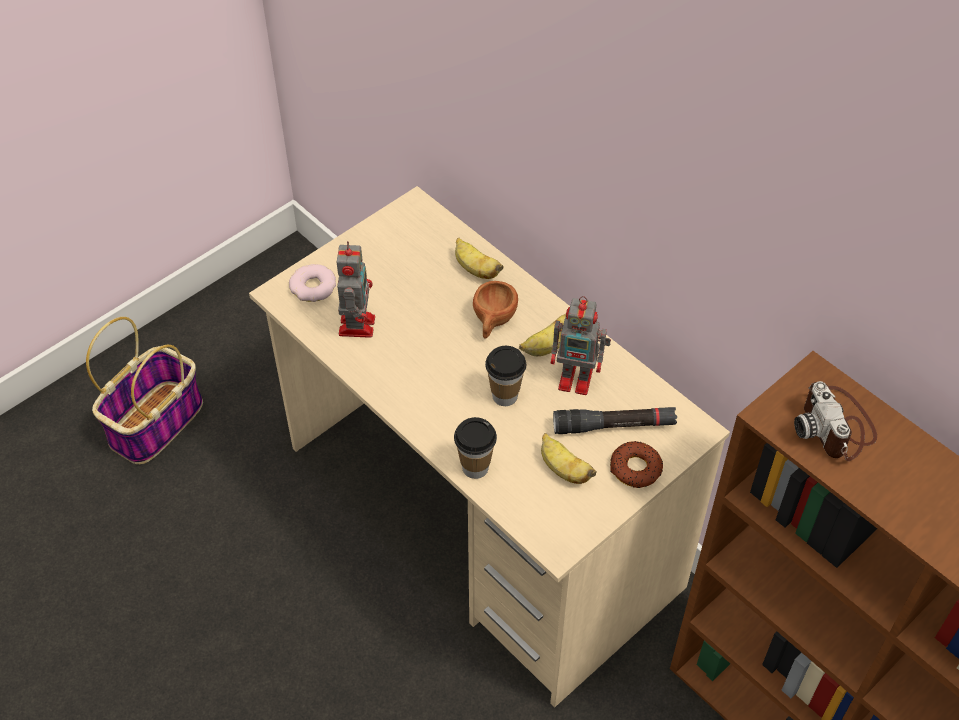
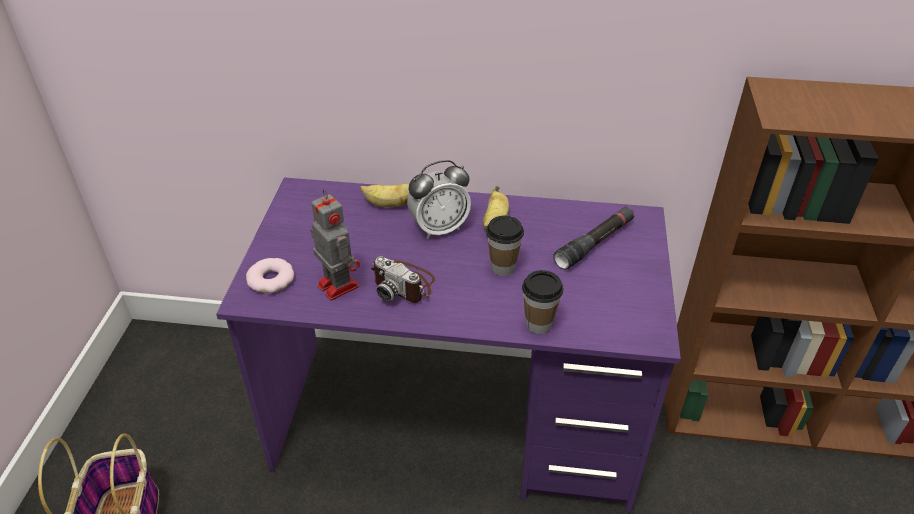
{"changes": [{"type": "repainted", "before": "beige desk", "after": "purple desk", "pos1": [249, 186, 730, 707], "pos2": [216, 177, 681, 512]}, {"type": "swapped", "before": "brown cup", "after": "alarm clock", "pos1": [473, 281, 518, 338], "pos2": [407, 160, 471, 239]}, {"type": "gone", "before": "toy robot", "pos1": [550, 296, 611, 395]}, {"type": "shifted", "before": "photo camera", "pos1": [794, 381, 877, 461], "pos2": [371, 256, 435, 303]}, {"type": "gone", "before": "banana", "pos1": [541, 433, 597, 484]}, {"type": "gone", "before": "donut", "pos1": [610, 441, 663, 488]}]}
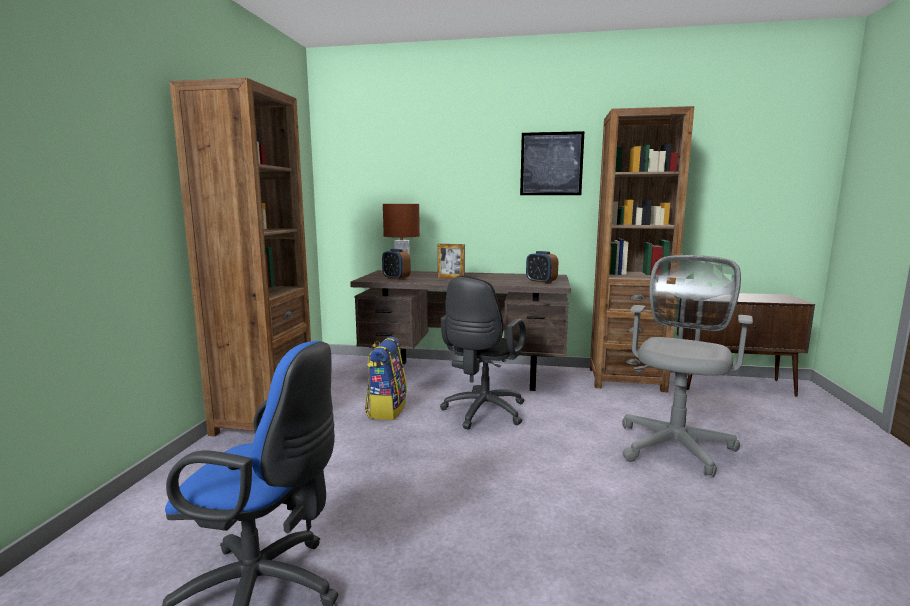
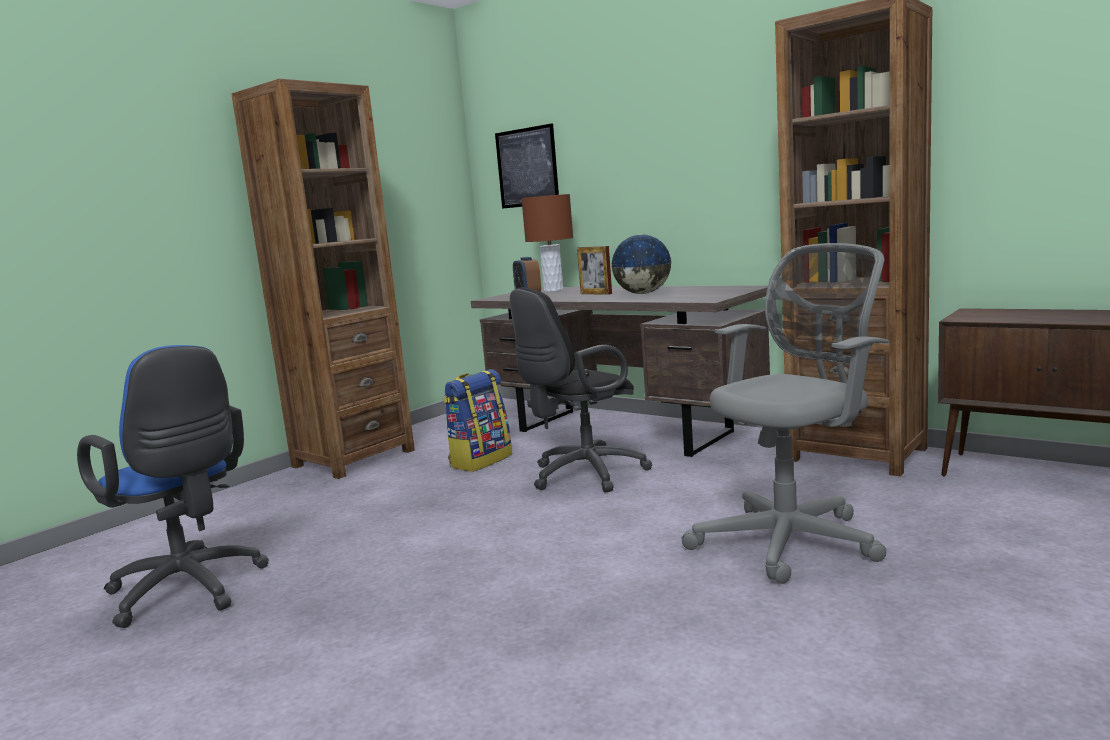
{"changes": [{"type": "shifted", "before": "picture", "pos1": [520, 131, 585, 195], "pos2": [495, 123, 559, 209]}, {"type": "gone", "before": "alarm clock", "pos1": [526, 251, 558, 284]}, {"type": "new", "after": "globe", "pos2": [611, 234, 672, 294]}]}
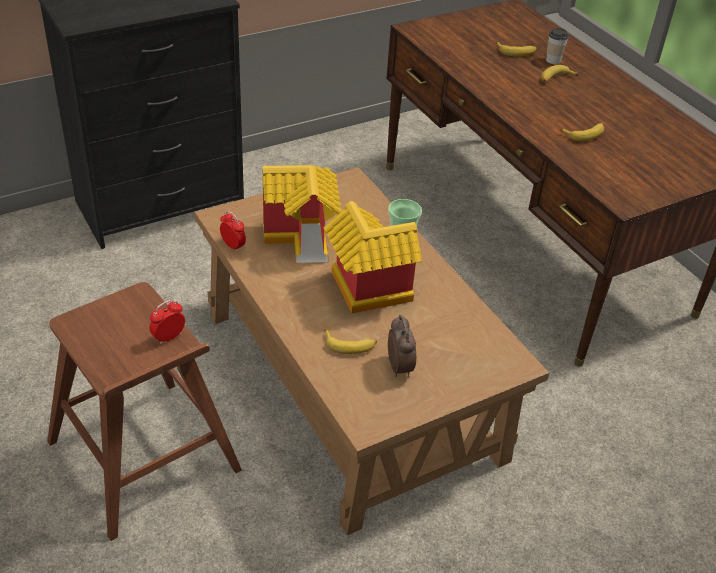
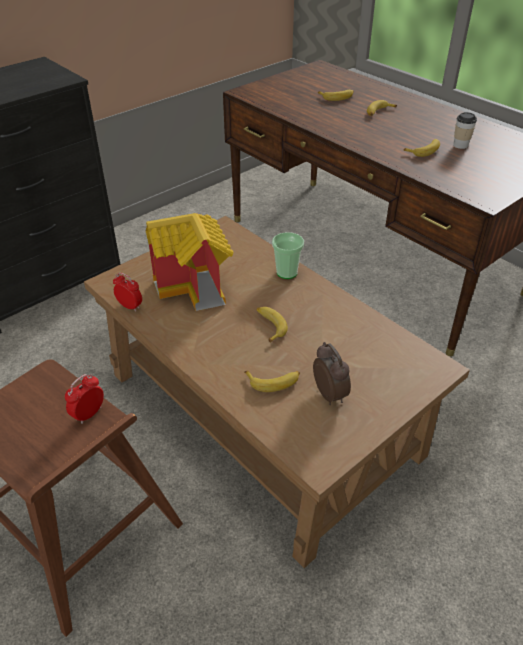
{"changes": [{"type": "shifted", "before": "cup", "pos1": [546, 28, 569, 64], "pos2": [453, 112, 477, 149]}, {"type": "swapped", "before": "toy house", "after": "banana", "pos1": [324, 201, 422, 314], "pos2": [257, 307, 288, 343]}]}
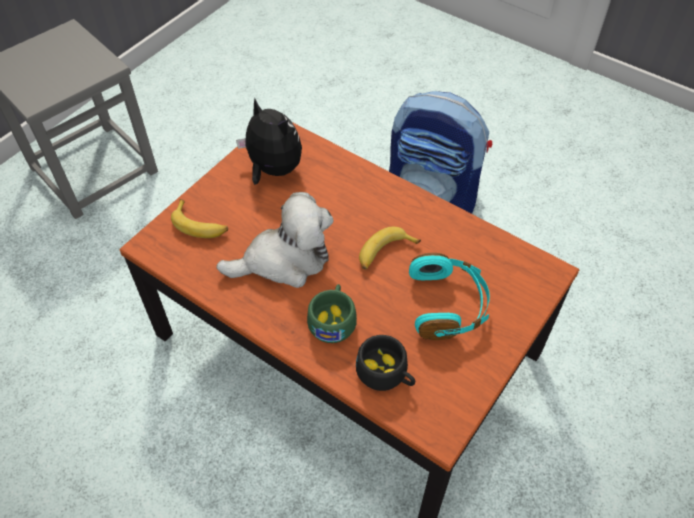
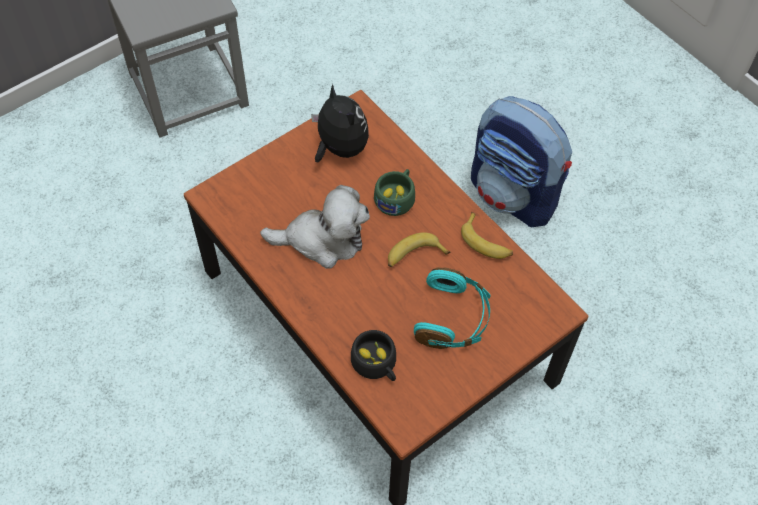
{"changes": [{"type": "shifted", "before": "banana", "pos1": [171, 199, 228, 238], "pos2": [461, 212, 513, 259]}, {"type": "shifted", "before": "green cup", "pos1": [307, 284, 357, 343], "pos2": [374, 169, 415, 216]}]}
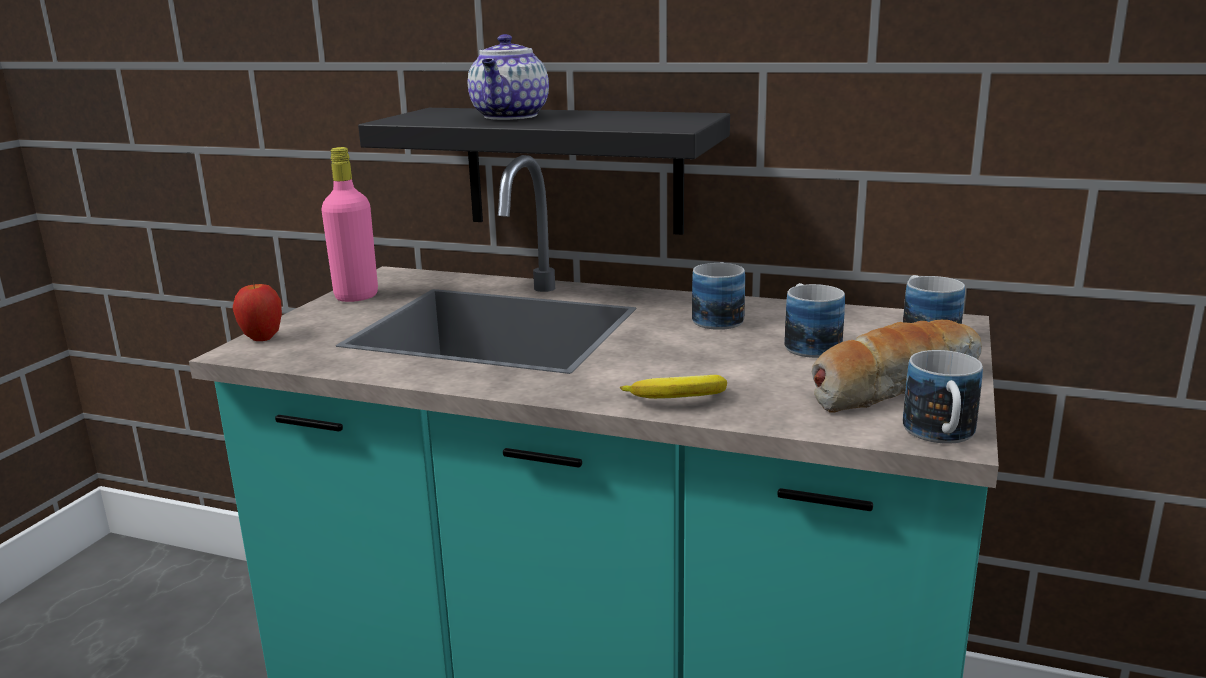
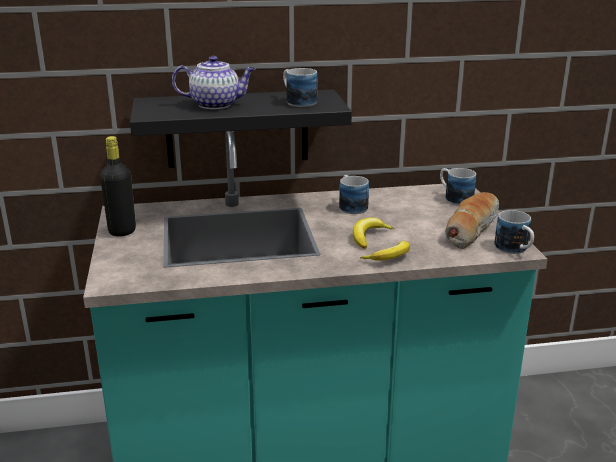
{"changes": [{"type": "rotated", "before": "teapot", "pos1": [468, 34, 549, 120], "pos2": [172, 56, 255, 109], "turn": -75}, {"type": "repainted", "before": "pink bottle", "after": "black bottle", "pos1": [321, 147, 378, 302], "pos2": [100, 136, 136, 237]}, {"type": "gone", "before": "apple", "pos1": [233, 283, 282, 341]}, {"type": "shifted", "before": "mug", "pos1": [784, 283, 845, 358], "pos2": [283, 68, 317, 107]}, {"type": "new", "after": "banana", "pos2": [353, 218, 394, 249]}]}
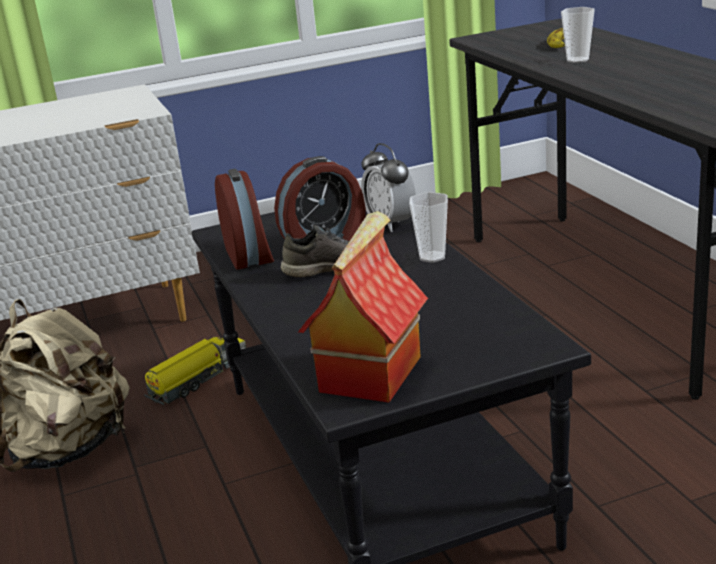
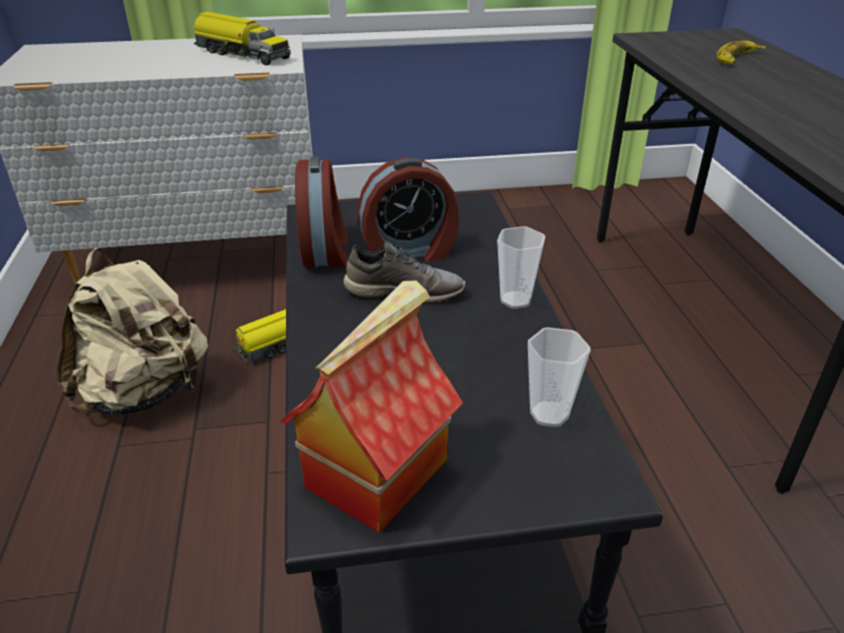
{"changes": [{"type": "shifted", "before": "cup", "pos1": [561, 7, 595, 63], "pos2": [528, 327, 591, 427]}, {"type": "gone", "before": "alarm clock", "pos1": [361, 143, 416, 232]}, {"type": "new", "after": "toy truck", "pos2": [194, 12, 291, 65]}]}
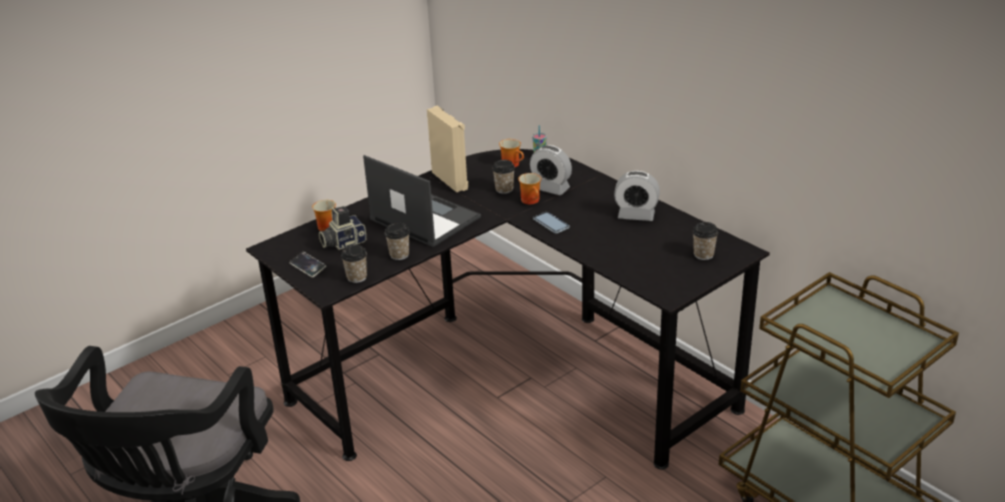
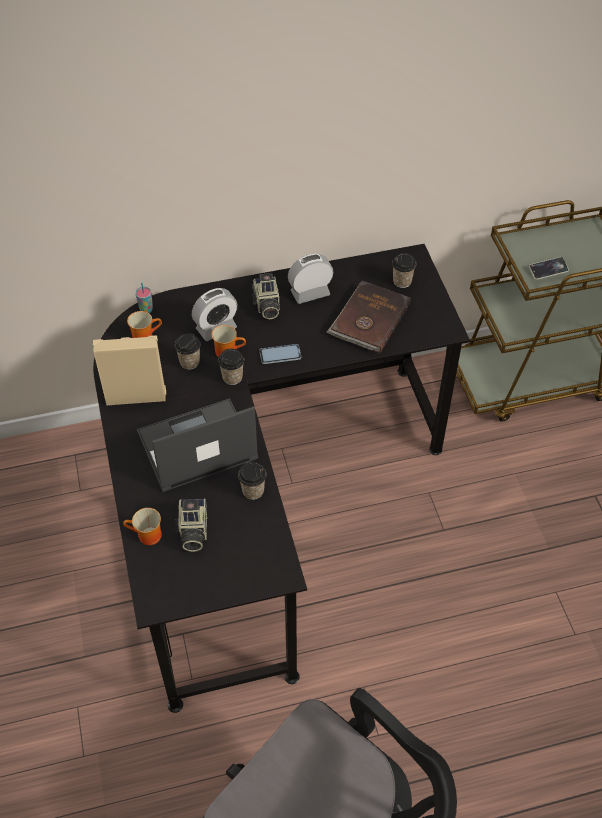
{"changes": [{"type": "rotated", "before": "alarm clock", "pos1": [614, 171, 660, 221], "pos2": [288, 254, 333, 304], "turn": -150}, {"type": "shifted", "before": "cup", "pos1": [341, 244, 367, 283], "pos2": [218, 349, 244, 385]}, {"type": "shifted", "before": "phone", "pos1": [289, 252, 326, 277], "pos2": [529, 257, 569, 280]}, {"type": "new", "after": "photo camera", "pos2": [252, 273, 280, 319]}, {"type": "new", "after": "brown book", "pos2": [327, 281, 411, 353]}]}
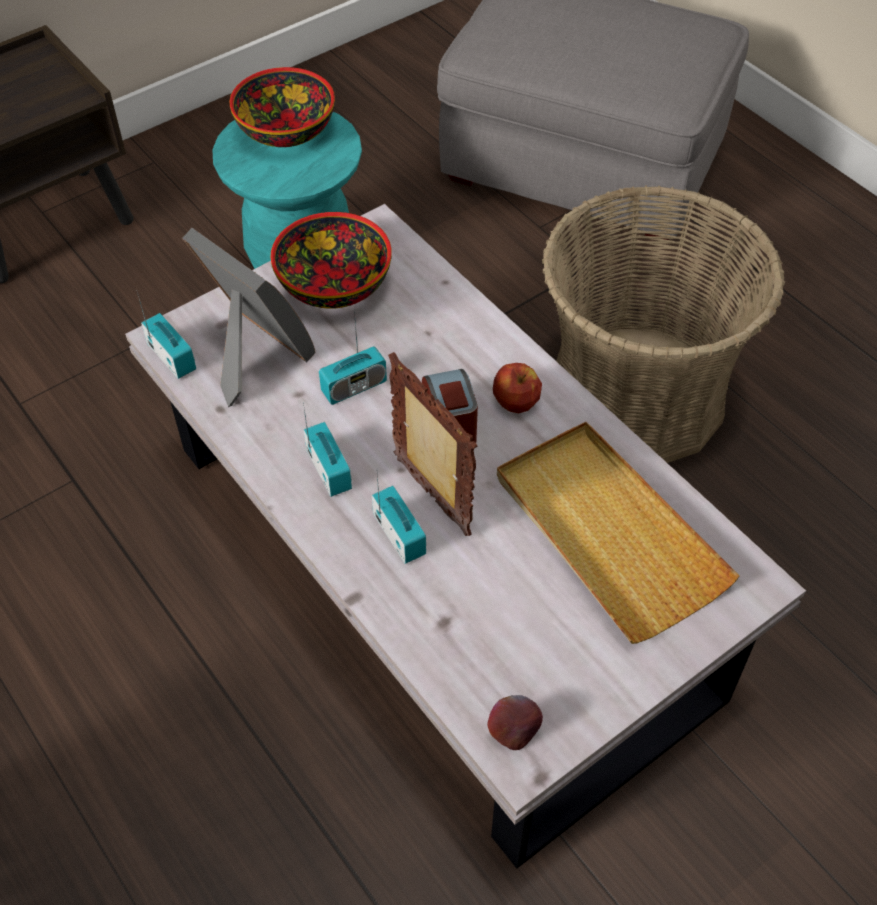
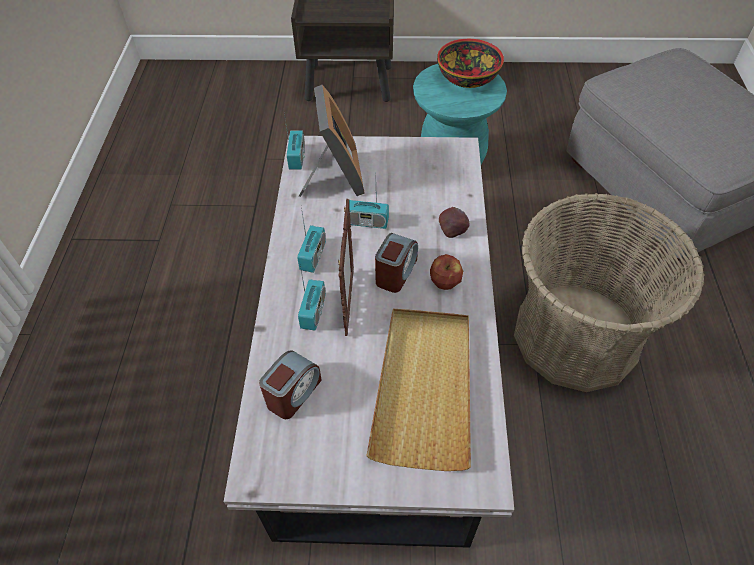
{"changes": [{"type": "gone", "before": "bowl", "pos1": [270, 212, 392, 309]}, {"type": "shifted", "before": "apple", "pos1": [487, 695, 543, 750], "pos2": [439, 207, 470, 238]}, {"type": "new", "after": "alarm clock", "pos2": [259, 350, 322, 419]}]}
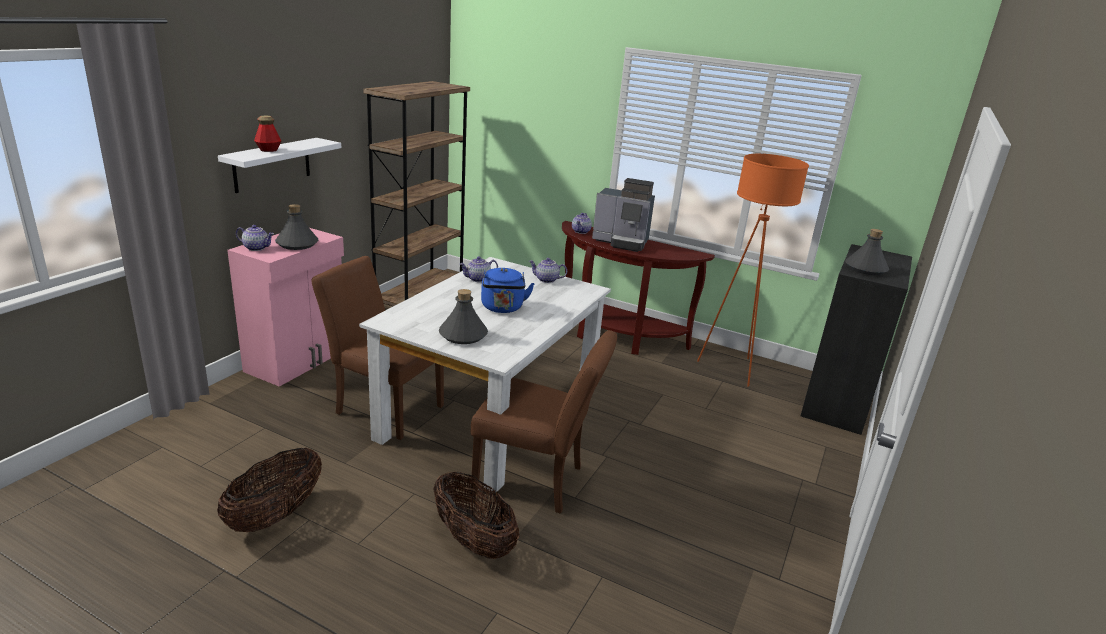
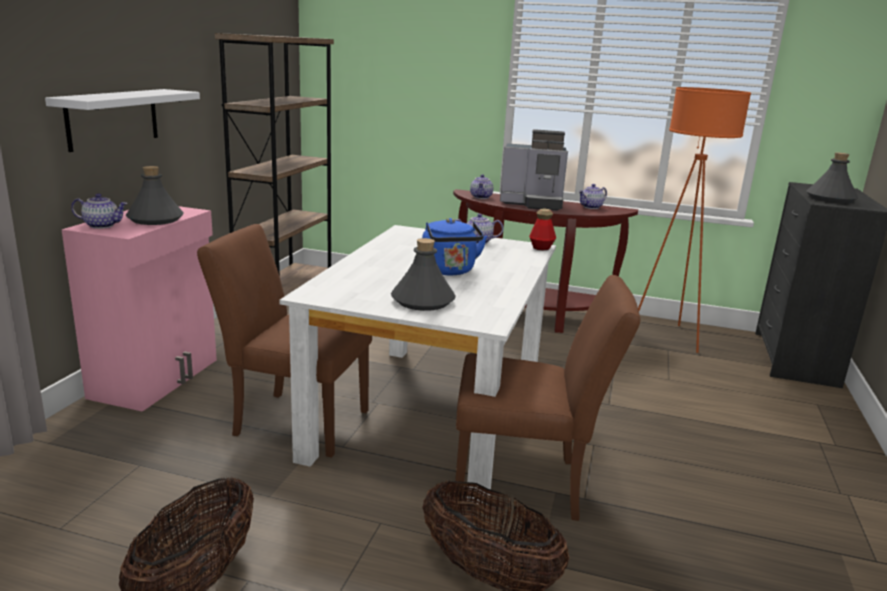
{"changes": [{"type": "shifted", "before": "bottle", "pos1": [254, 116, 281, 152], "pos2": [529, 209, 556, 250]}, {"type": "shifted", "before": "teapot", "pos1": [459, 257, 498, 282], "pos2": [578, 184, 607, 209]}]}
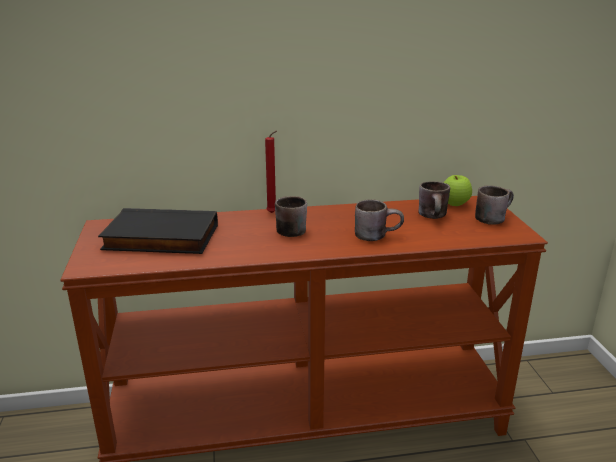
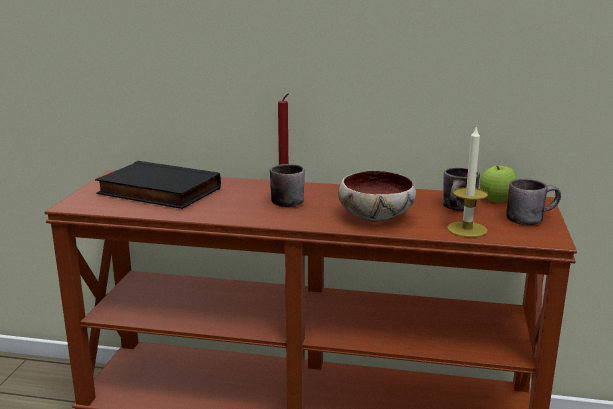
{"changes": [{"type": "swapped", "before": "brown mug", "after": "bowl", "pos1": [355, 199, 404, 241], "pos2": [338, 171, 416, 222]}, {"type": "new", "after": "candle", "pos2": [447, 125, 488, 237]}]}
